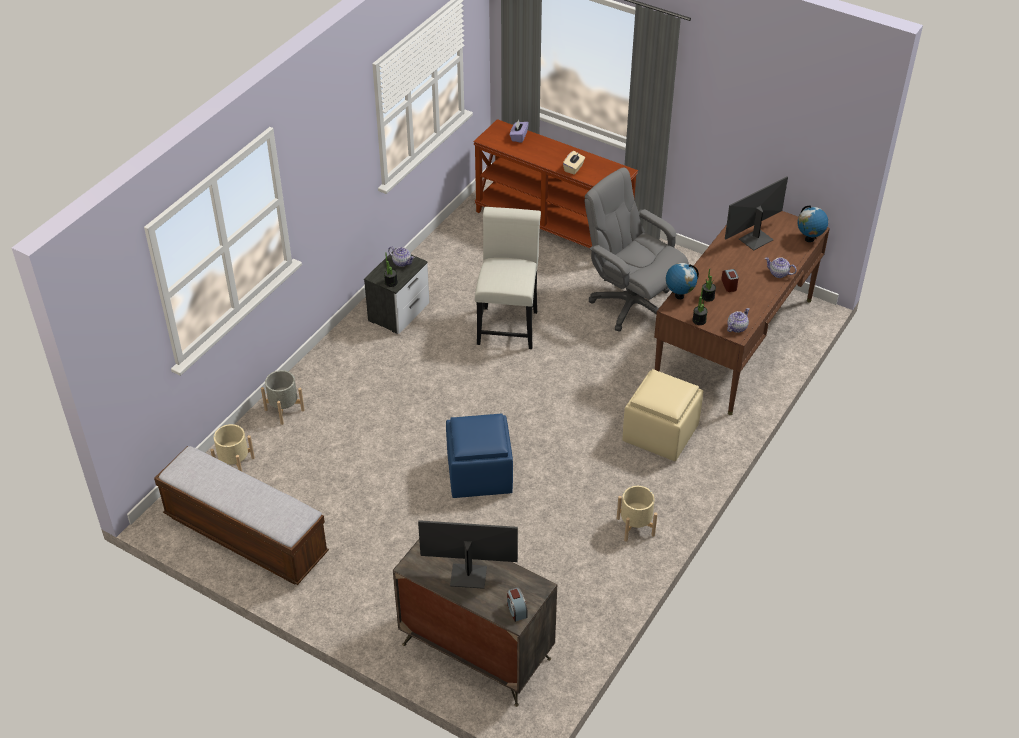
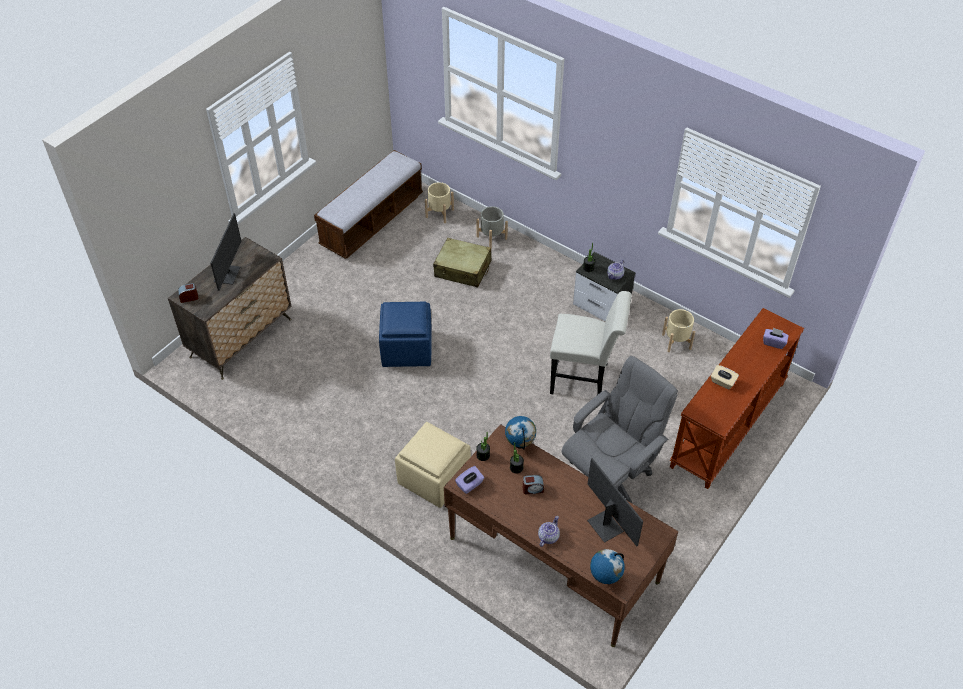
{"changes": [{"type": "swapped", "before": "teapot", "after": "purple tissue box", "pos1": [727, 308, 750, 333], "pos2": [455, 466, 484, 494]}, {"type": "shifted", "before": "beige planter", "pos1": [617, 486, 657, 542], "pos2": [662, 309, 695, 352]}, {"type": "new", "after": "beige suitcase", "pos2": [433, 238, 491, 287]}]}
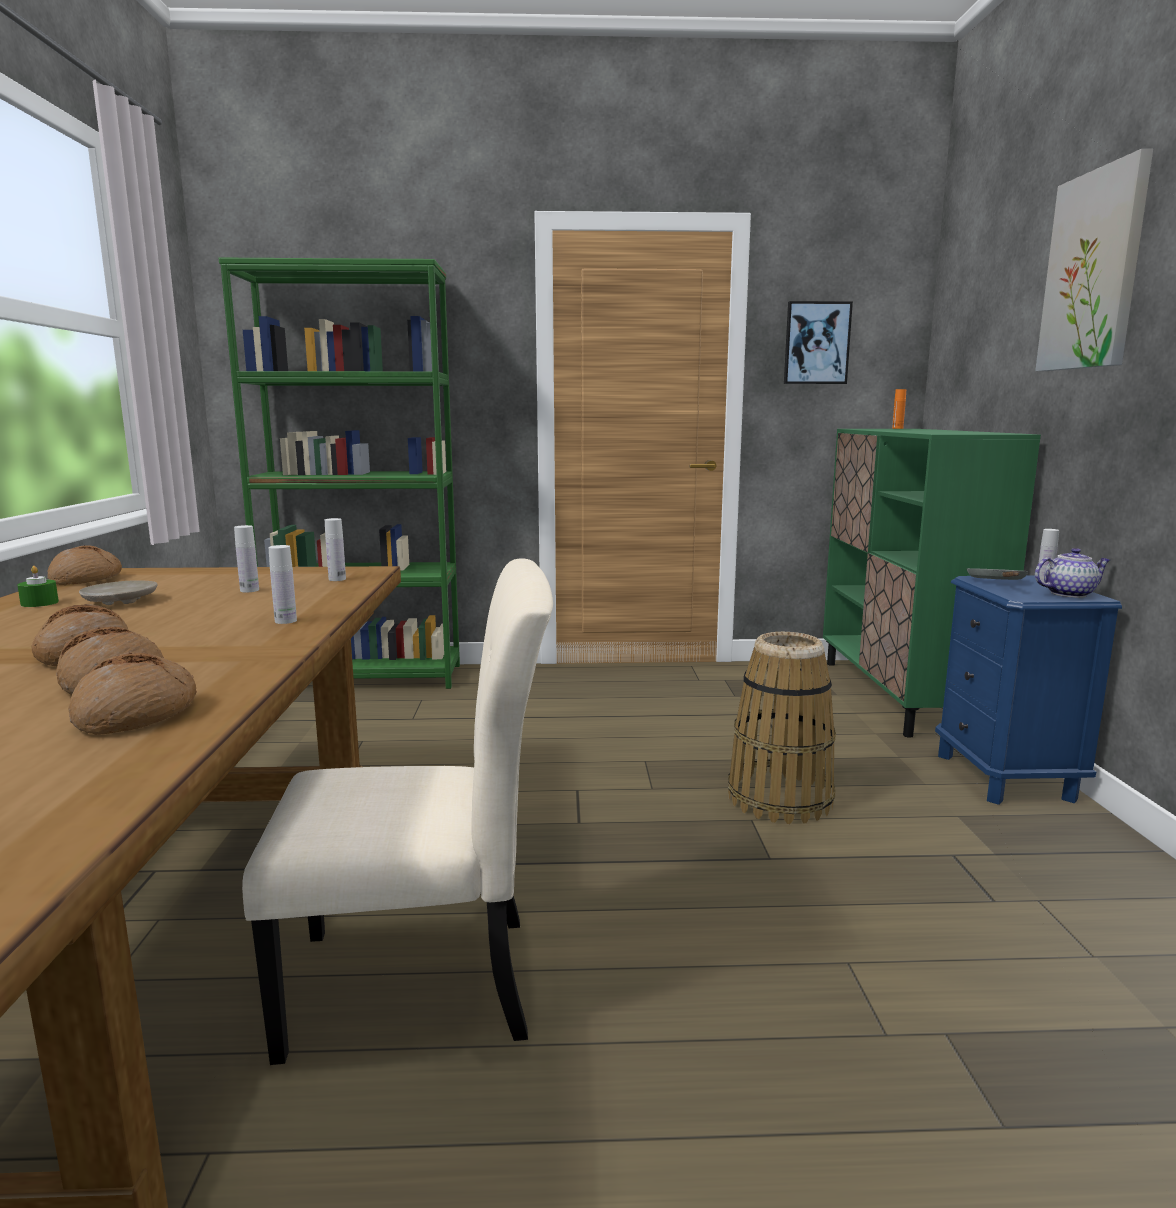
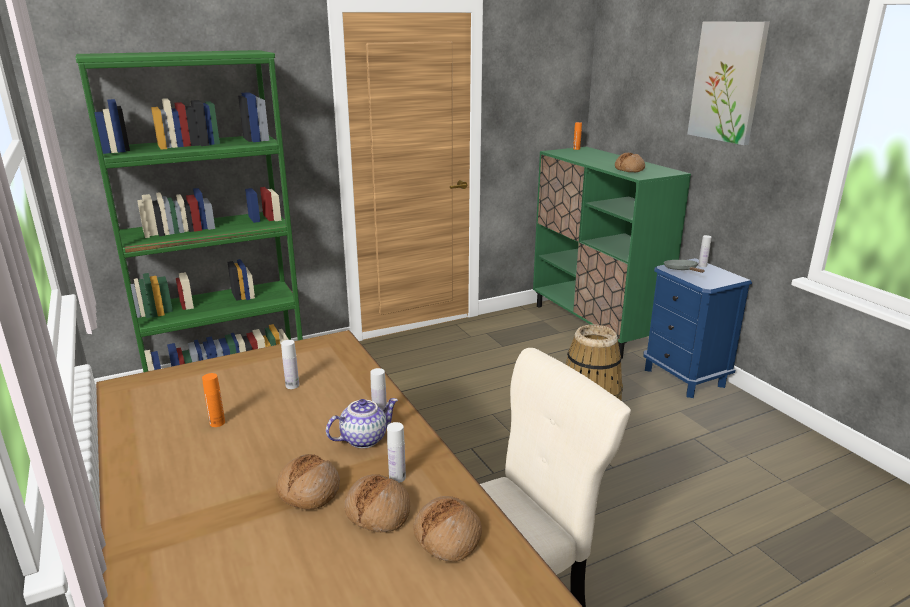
{"changes": [{"type": "gone", "before": "picture", "pos1": [784, 301, 853, 384]}, {"type": "shifted", "before": "white bottle", "pos1": [325, 518, 346, 581], "pos2": [387, 422, 406, 483]}, {"type": "shifted", "before": "bread", "pos1": [47, 545, 122, 585], "pos2": [615, 153, 645, 172]}, {"type": "shifted", "before": "teapot", "pos1": [1035, 548, 1110, 598], "pos2": [326, 398, 398, 448]}, {"type": "gone", "before": "green candle", "pos1": [17, 566, 59, 607]}, {"type": "swapped", "before": "beige plate", "after": "orange bottle", "pos1": [79, 580, 158, 605], "pos2": [202, 373, 225, 427]}]}
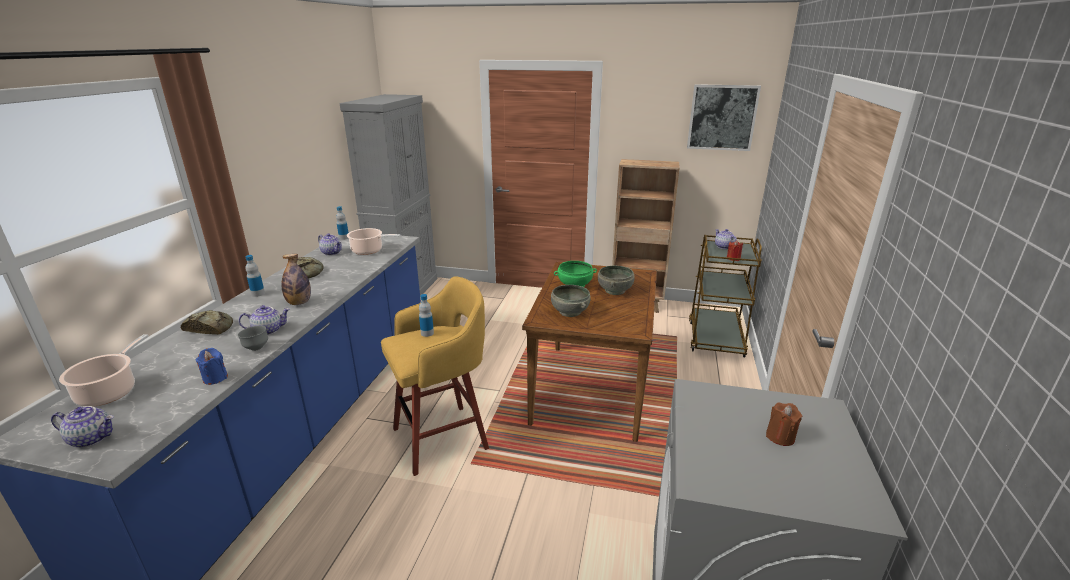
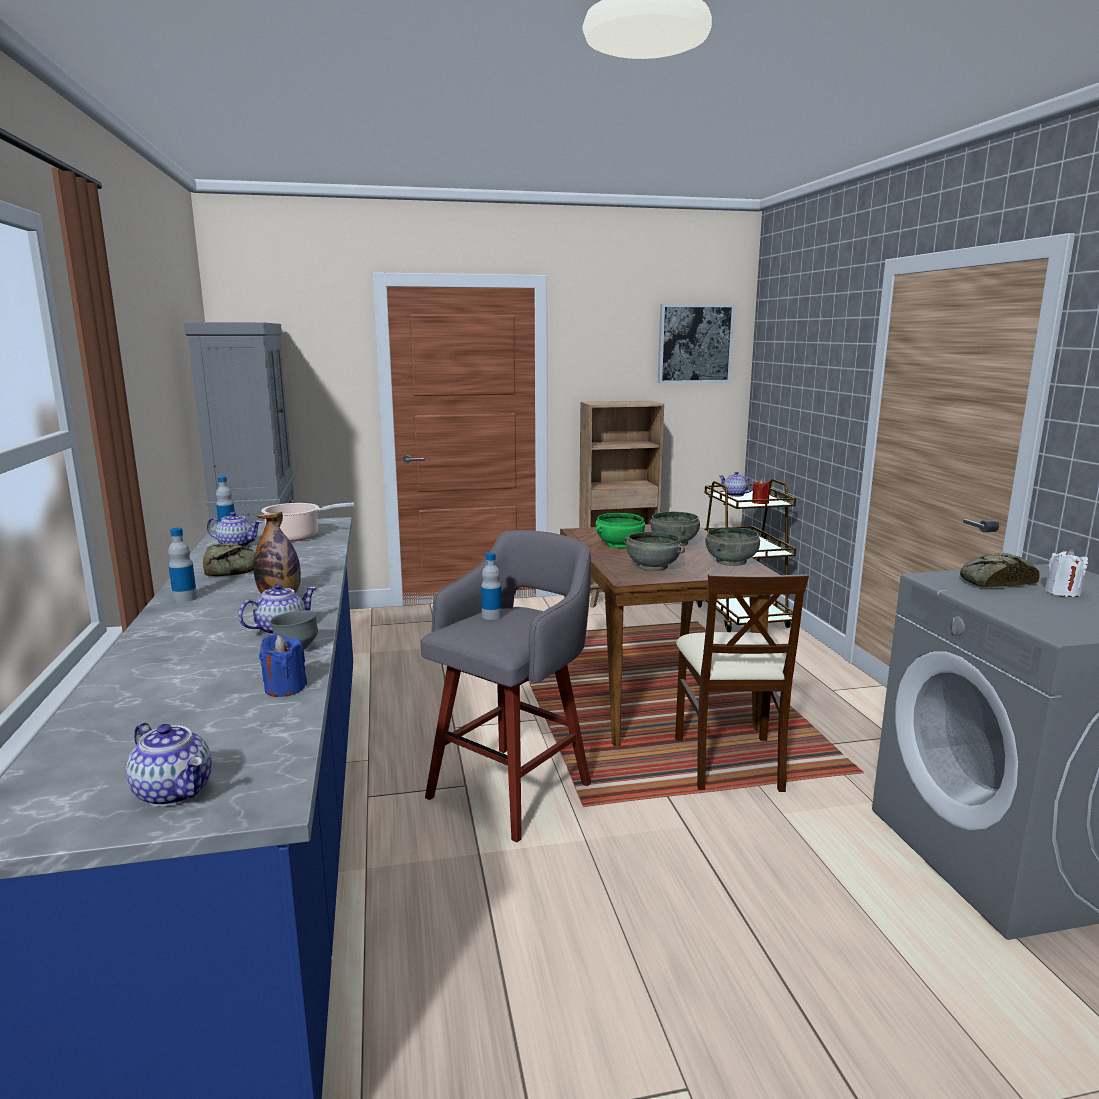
{"changes": [{"type": "repainted", "before": "yellow stool", "after": "grey stool", "pos1": [381, 276, 489, 476], "pos2": [421, 530, 591, 843]}, {"type": "shifted", "before": "bread", "pos1": [181, 310, 233, 335], "pos2": [960, 553, 1040, 587]}, {"type": "gone", "before": "cooking pot", "pos1": [59, 334, 149, 407]}, {"type": "repainted", "before": "brown candle", "after": "white candle", "pos1": [766, 402, 802, 446], "pos2": [1045, 549, 1088, 597]}, {"type": "rotated", "before": "teapot", "pos1": [51, 406, 114, 448], "pos2": [126, 723, 212, 806], "turn": 60}, {"type": "new", "after": "grey bowl", "pos2": [705, 527, 760, 566]}, {"type": "new", "after": "beige chair", "pos2": [675, 574, 809, 792]}]}
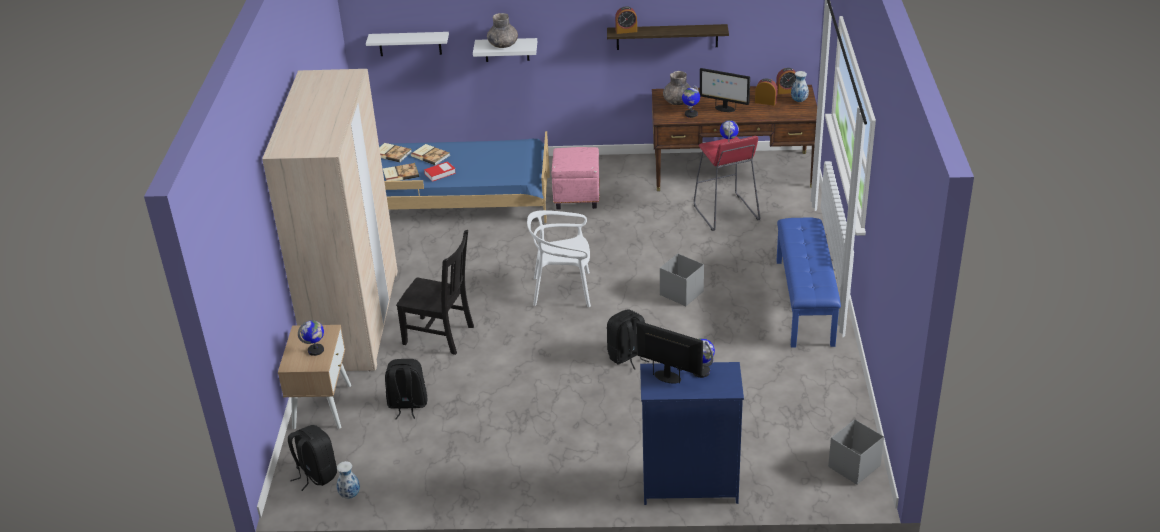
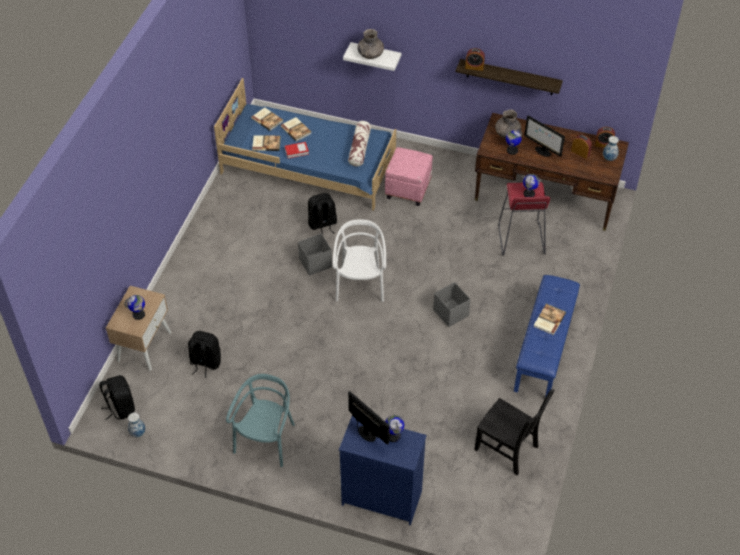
{"changes": [{"type": "gone", "before": "white shelf", "pos1": [366, 32, 449, 56]}, {"type": "gone", "before": "beige wardrobe", "pos1": [262, 69, 398, 371]}, {"type": "rotated", "before": "white chair", "pos1": [527, 210, 591, 307], "pos2": [333, 220, 386, 302], "turn": 75}, {"type": "shifted", "before": "black chair", "pos1": [396, 230, 474, 355], "pos2": [474, 389, 554, 475]}, {"type": "shifted", "before": "black backpack", "pos1": [607, 309, 649, 369], "pos2": [308, 193, 337, 234]}, {"type": "shifted", "before": "grey storage box", "pos1": [828, 419, 884, 485], "pos2": [298, 233, 332, 276]}, {"type": "new", "after": "pillow", "pos2": [348, 121, 371, 166]}, {"type": "new", "after": "book", "pos2": [534, 304, 566, 335]}, {"type": "new", "after": "turquoise chair", "pos2": [226, 374, 295, 467]}]}
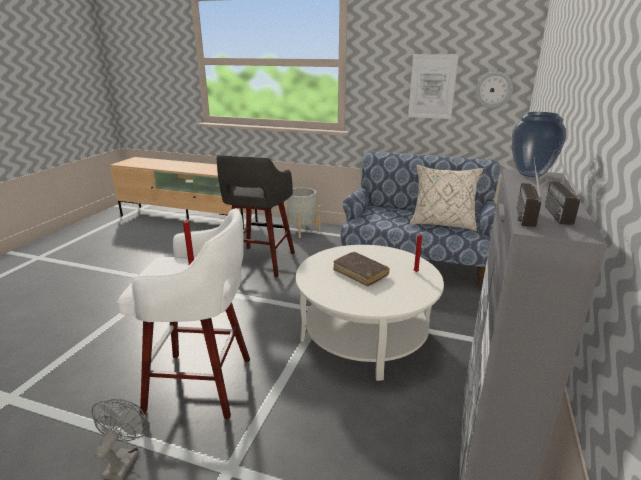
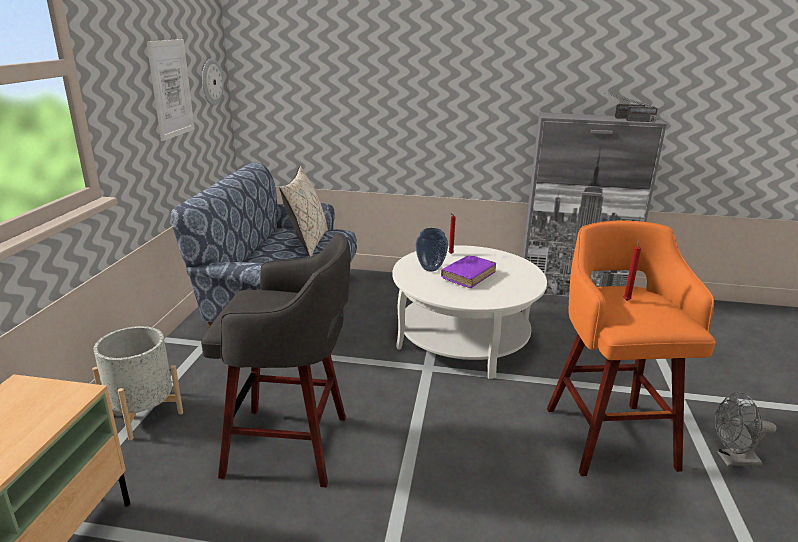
{"changes": [{"type": "shifted", "before": "vase", "pos1": [512, 112, 566, 177], "pos2": [416, 228, 448, 271]}, {"type": "repainted", "before": "white stool", "after": "orange stool", "pos1": [118, 208, 250, 419], "pos2": [547, 221, 716, 476]}, {"type": "repainted", "before": "brown book", "after": "purple book", "pos1": [333, 252, 390, 286], "pos2": [441, 256, 497, 288]}]}
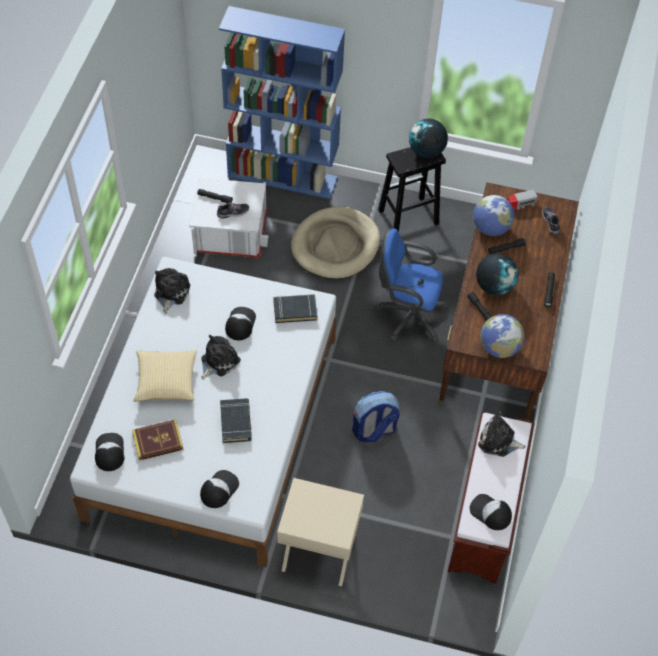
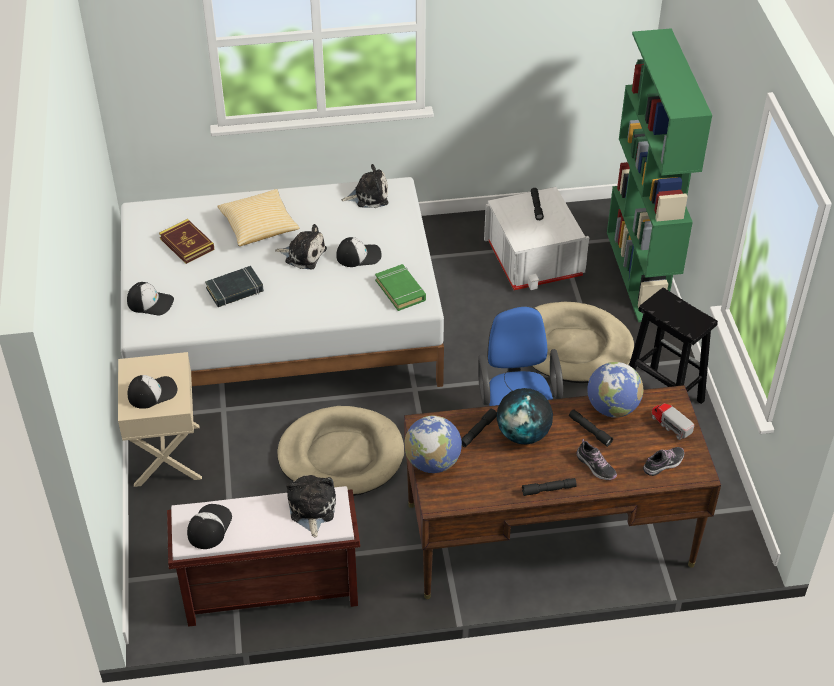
{"changes": [{"type": "repainted", "before": "blue bookcase", "after": "green bookcase", "pos1": [219, 6, 345, 199], "pos2": [607, 28, 712, 322]}, {"type": "gone", "before": "globe", "pos1": [409, 119, 448, 158]}, {"type": "shifted", "before": "shoe", "pos1": [217, 203, 249, 219], "pos2": [577, 439, 617, 480]}, {"type": "repainted", "before": "black book", "after": "green book", "pos1": [273, 294, 317, 323], "pos2": [375, 264, 426, 311]}, {"type": "swapped", "before": "backpack", "after": "beige dog bed", "pos1": [352, 391, 400, 442], "pos2": [277, 406, 404, 496]}, {"type": "shifted", "before": "cap", "pos1": [95, 433, 125, 471], "pos2": [127, 375, 178, 409]}]}
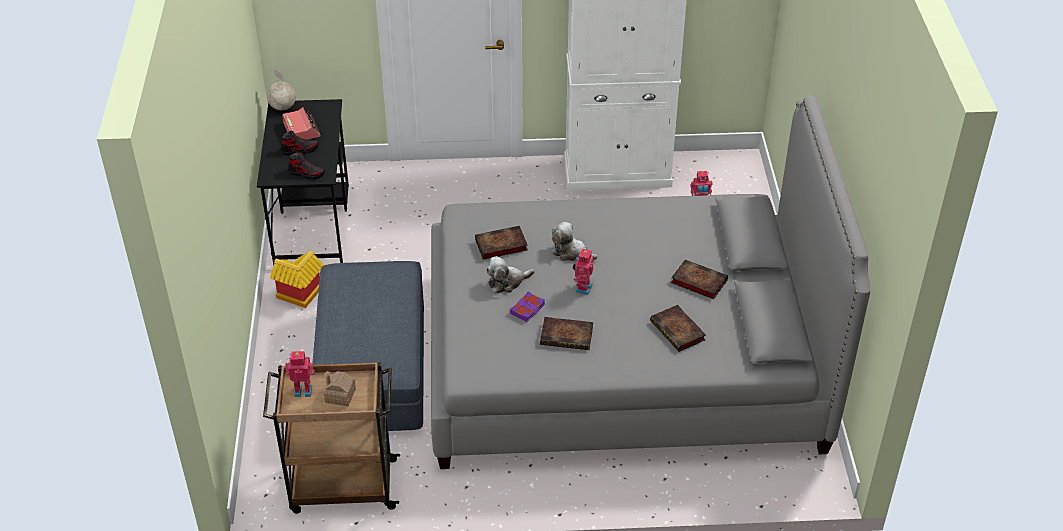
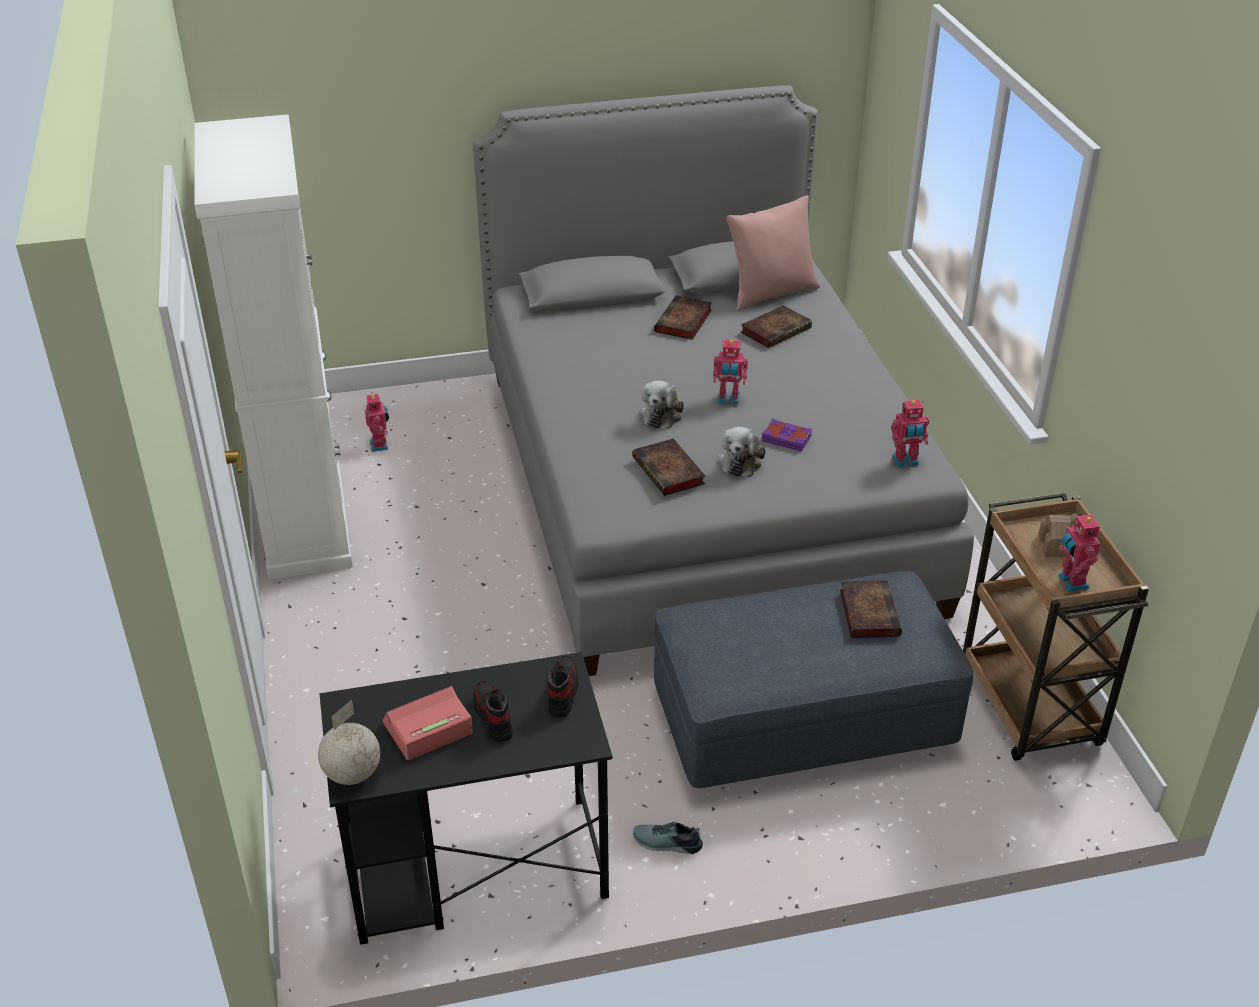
{"changes": [{"type": "swapped", "before": "toy house", "after": "shoe", "pos1": [270, 250, 324, 308], "pos2": [633, 821, 703, 854]}, {"type": "rotated", "before": "plush toy", "pos1": [486, 256, 535, 293], "pos2": [717, 427, 765, 477], "turn": 45}, {"type": "shifted", "before": "book", "pos1": [540, 317, 593, 350], "pos2": [840, 580, 902, 638]}, {"type": "new", "after": "pink pillow", "pos2": [726, 195, 820, 311]}, {"type": "new", "after": "toy robot", "pos2": [891, 400, 929, 467]}]}
